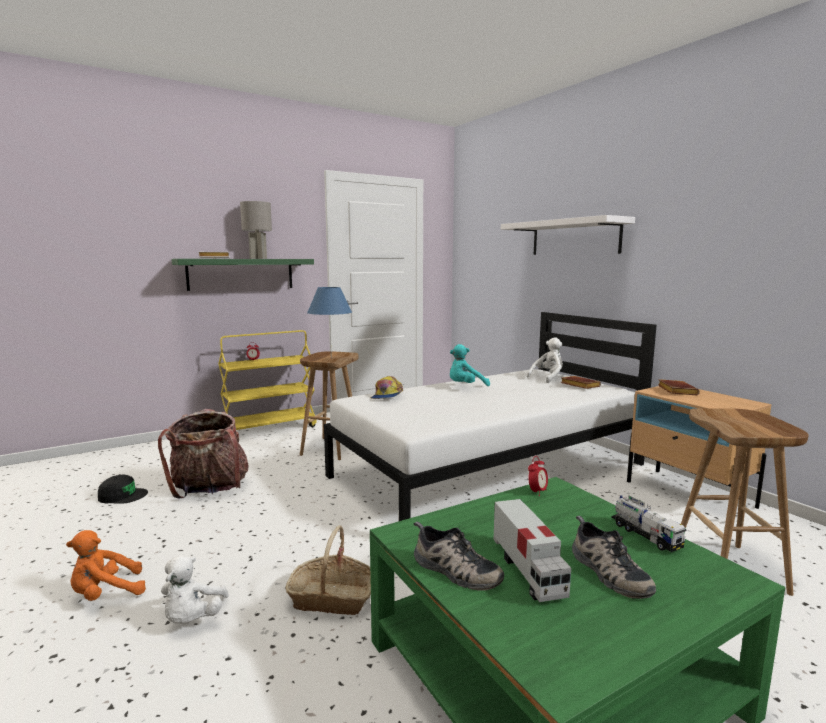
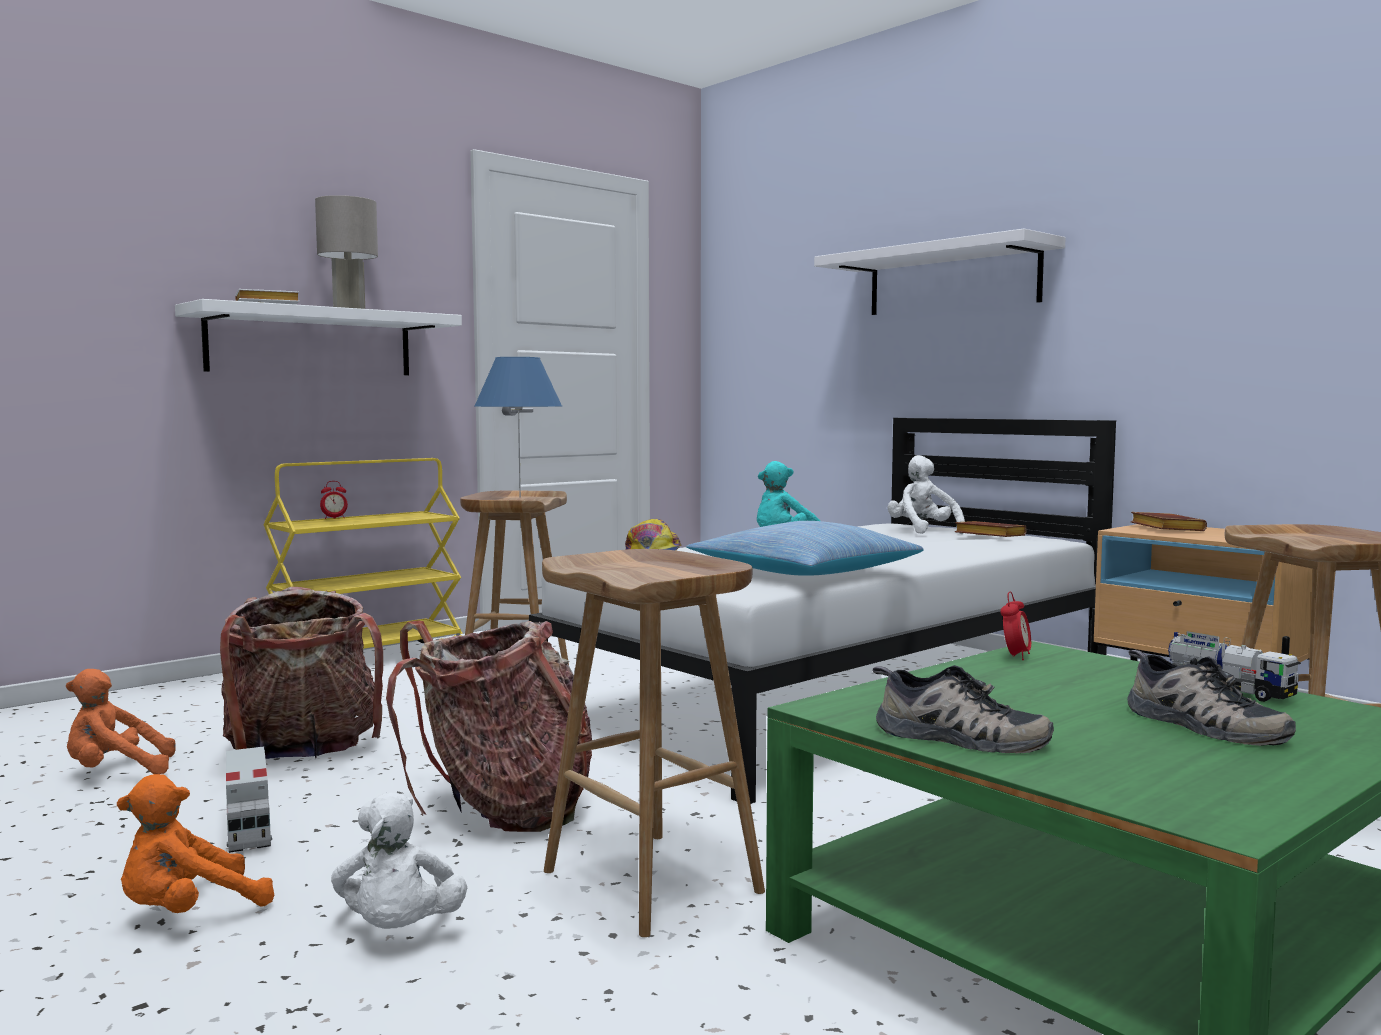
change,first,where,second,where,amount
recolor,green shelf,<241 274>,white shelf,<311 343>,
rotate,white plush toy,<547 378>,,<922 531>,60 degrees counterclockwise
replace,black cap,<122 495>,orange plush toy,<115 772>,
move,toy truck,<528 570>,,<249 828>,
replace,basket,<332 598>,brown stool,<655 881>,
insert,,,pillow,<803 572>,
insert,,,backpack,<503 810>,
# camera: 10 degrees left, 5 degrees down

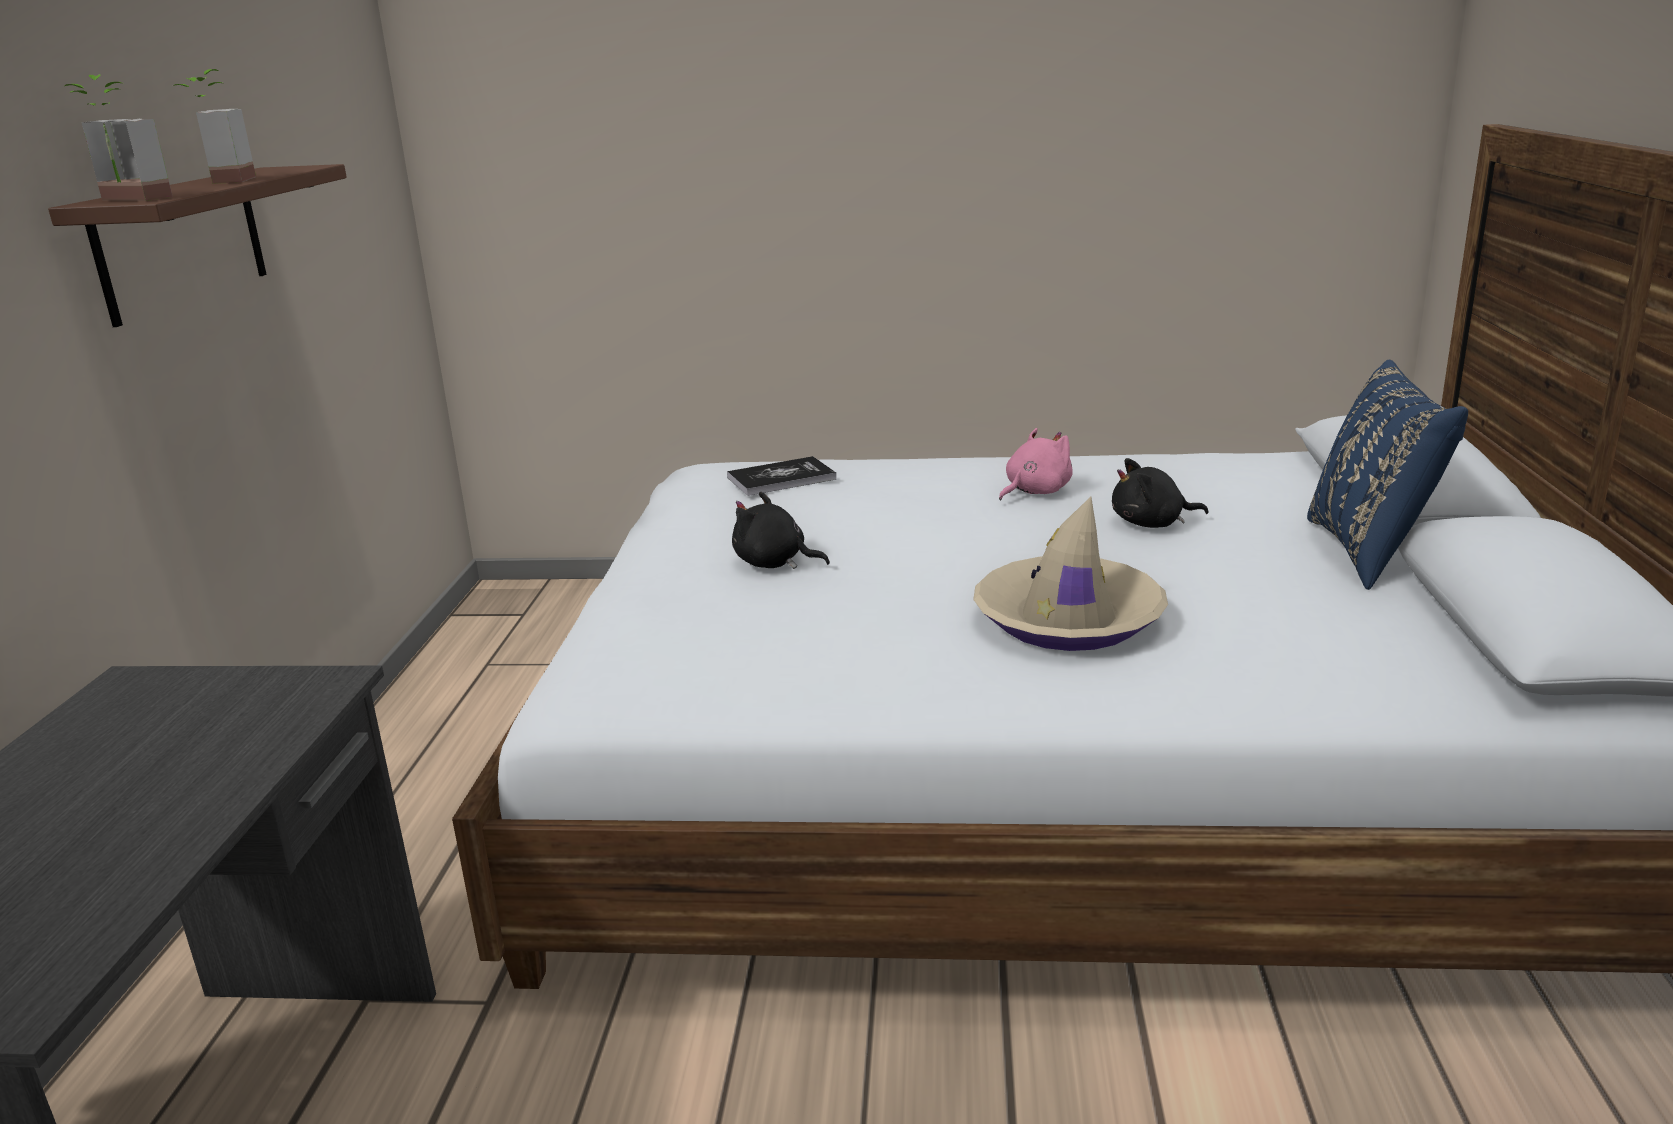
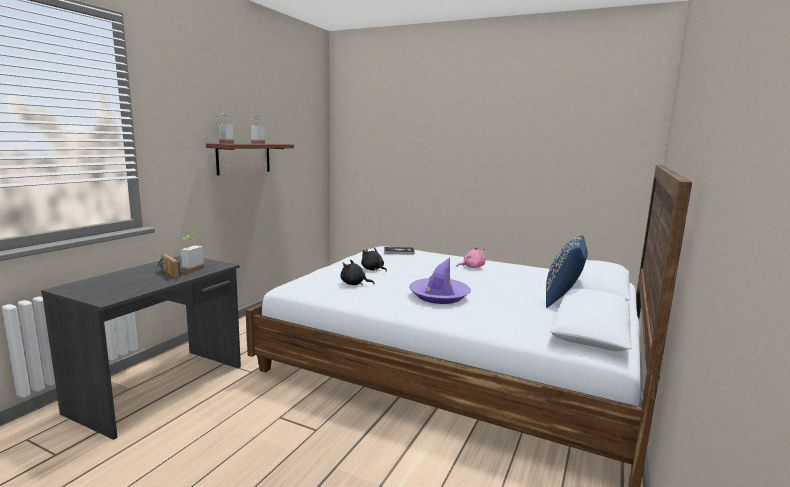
change,first,where,second,where,amount
move,black plush toy,<1152 524>,,<354 284>,
recolor,beige hat,<1068 620>,purple hat,<439 296>,
insert,,,potted plant,<190 269>,
insert,,,radio,<166 274>,
# camera: 20 degrees right, 10 degrees down

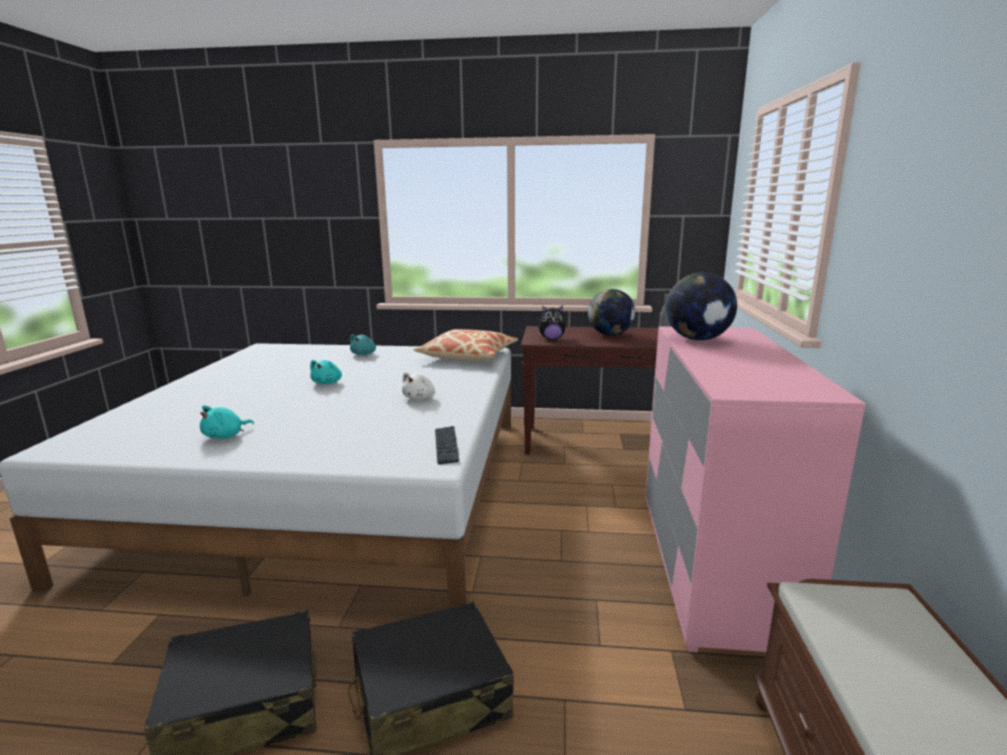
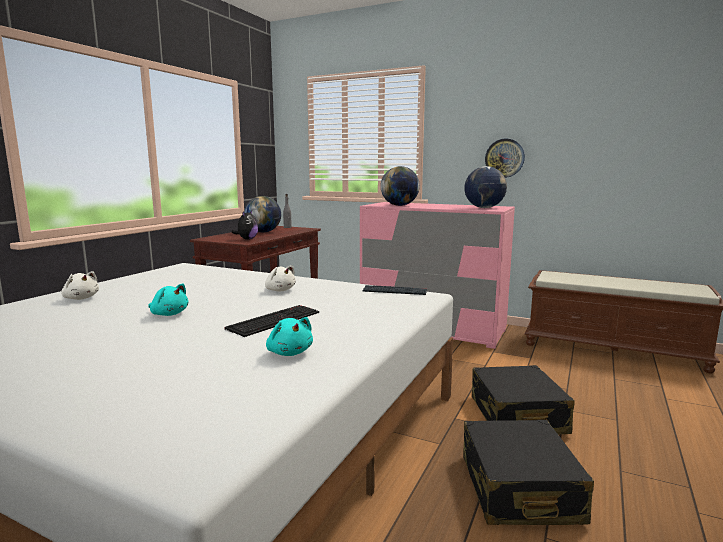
change,first,where,second,where,amount
delete,pillow,<468 356>,,,
recolor,turquoise plush toy,<364 354>,white plush toy,<81 298>,
insert,,,wall clock,<504 158>,
insert,,,globe,<484 208>,
insert,,,keyboard,<274 320>,
# camera: 70 degrees left, 5 degrees down

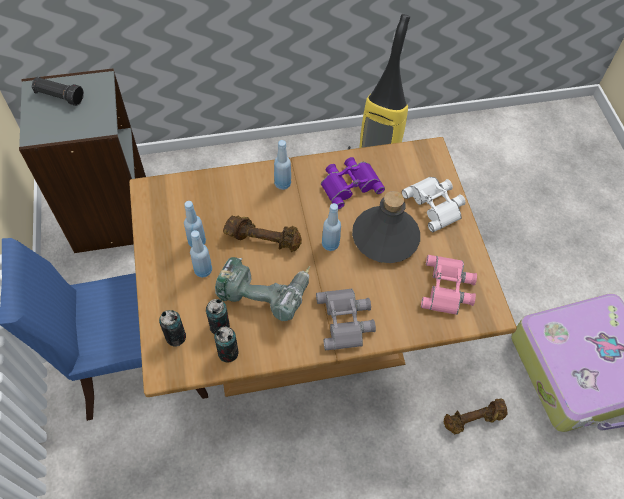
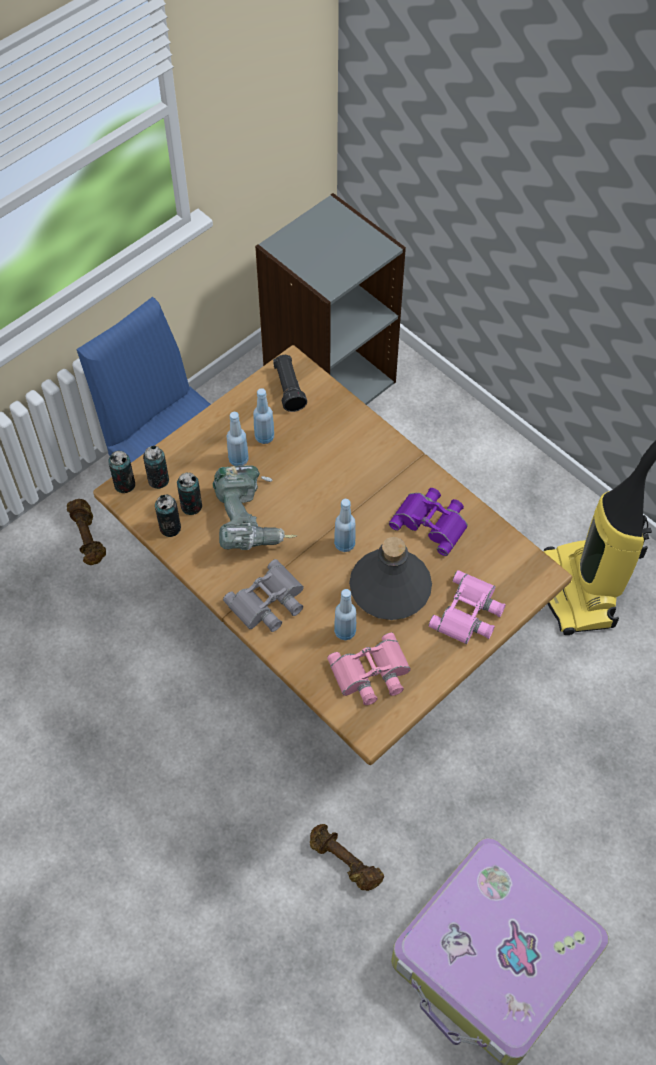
change,first,where,second,where,amount
move,black flashlight,<59 97>,,<289 389>,
move,blue bottle,<282 184>,,<345 632>,
recolor,white binoculars,<436 204>,pink binoculars,<469 613>,
move,brown dumbbell,<263 239>,,<88 537>,
insert,,,can,<124 484>,
# camera: 60 degrees right, 0 degrees up

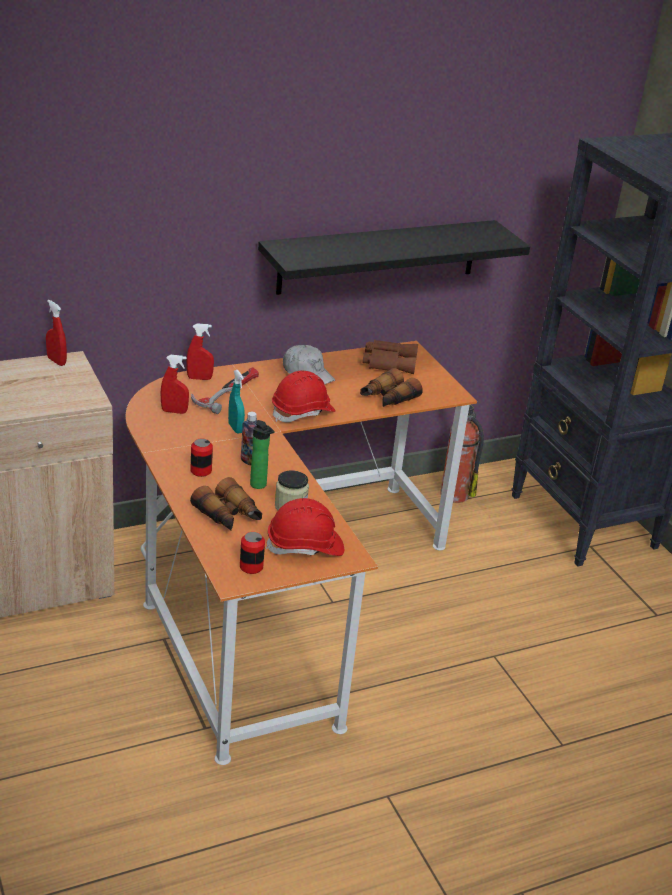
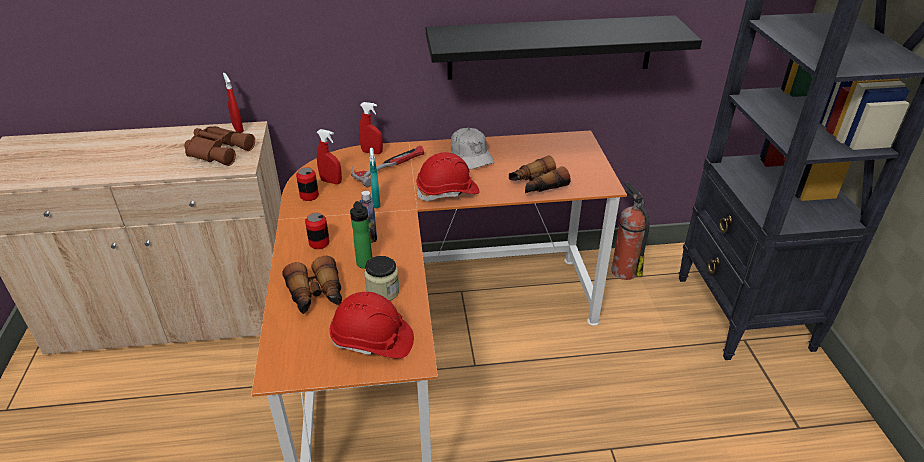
change,first,where,second,where,amount
move,brown binoculars,<388 362>,,<220 150>,
move,can,<251 567>,,<309 196>,
# camera: 20 degrees right, 5 degrees up

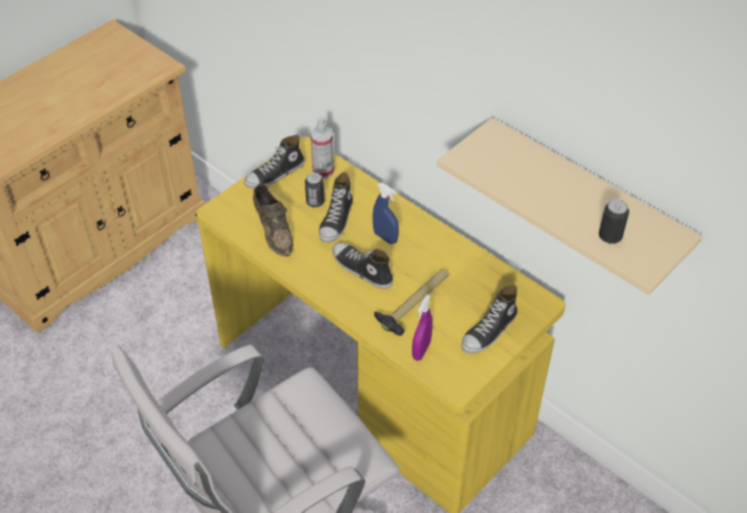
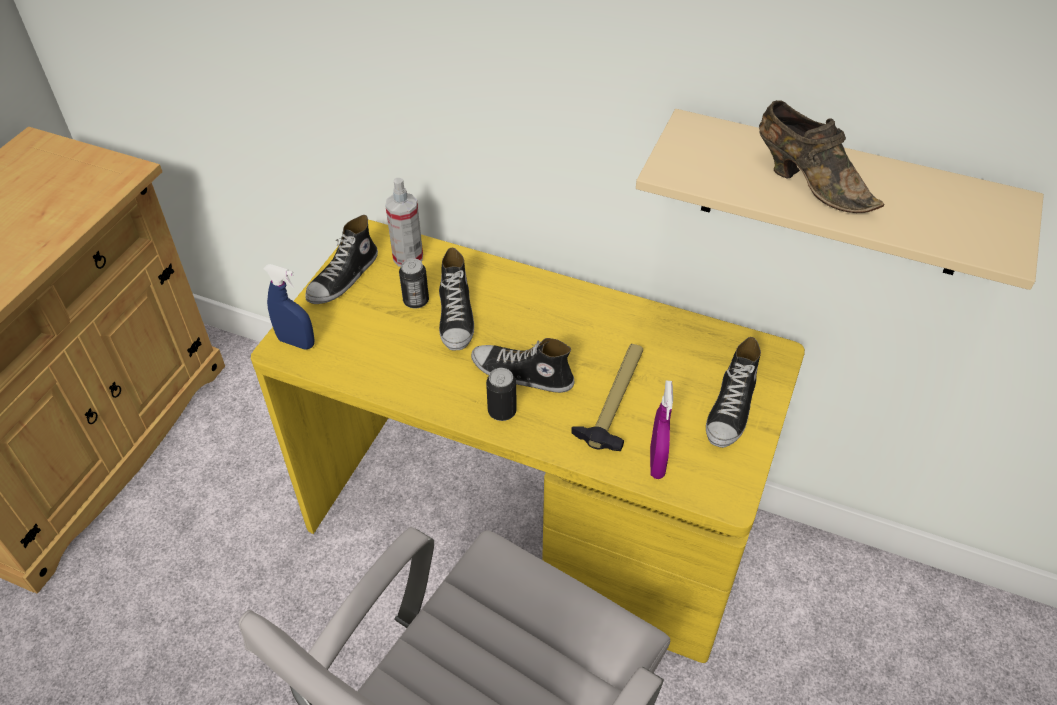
change,first,where,second,where,amount
move,blue spray bottle,<385 237>,,<296 342>,
move,brown shoe,<274 231>,,<809 182>,
move,can,<610 236>,,<502 411>,
# camera: 20 degrees left, 0 degrees up

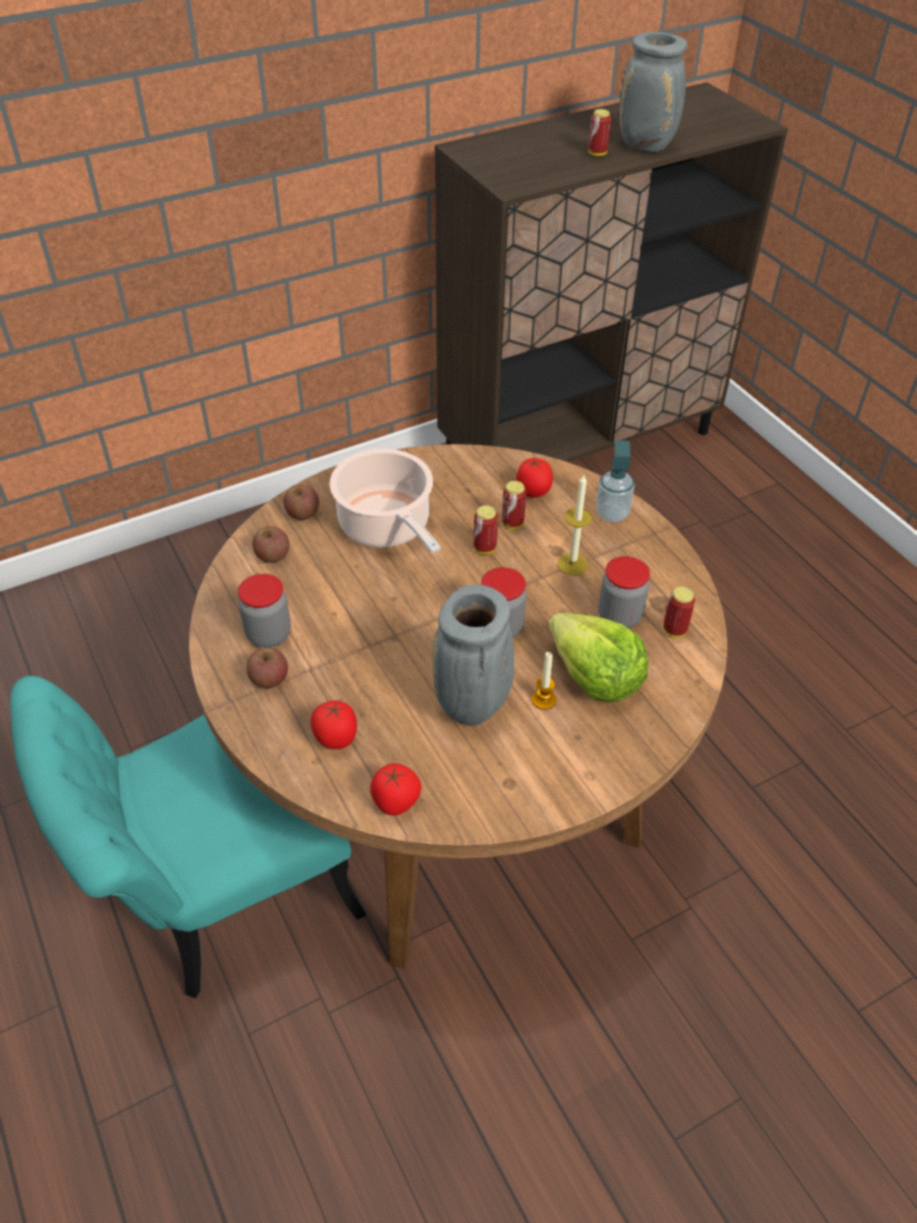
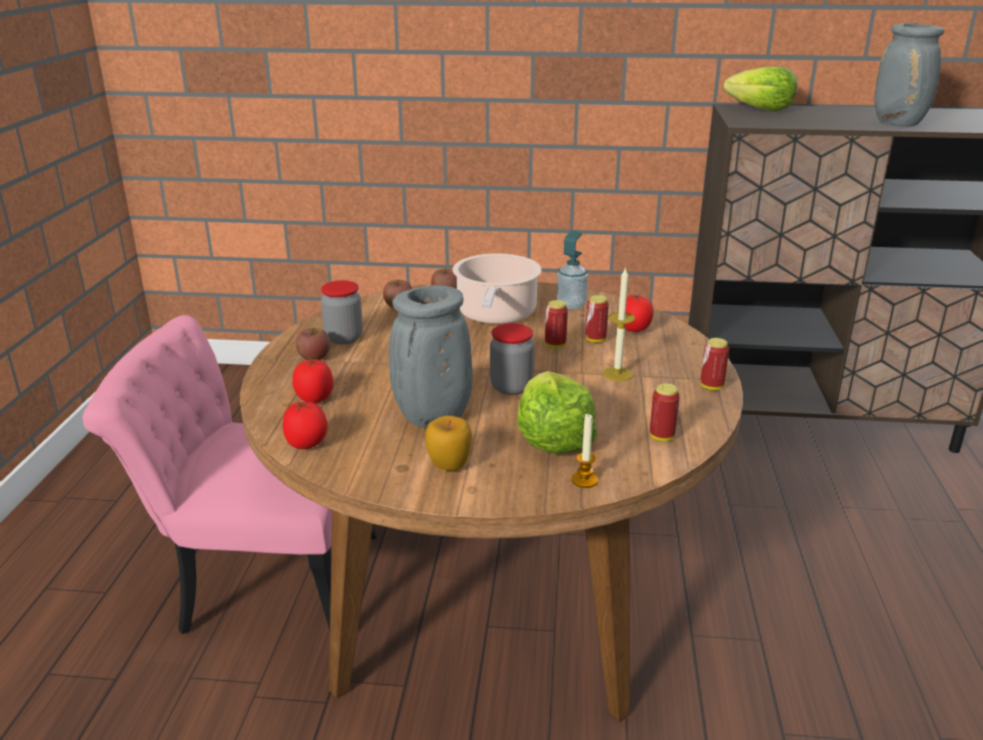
change,first,where,second,where,amount
move,can,<597 154>,,<711 387>,
move,soap dispenser,<612 514>,,<571 305>,
delete,jar,<619 616>,,,
move,candle,<543 700>,,<584 480>,
recolor,turquoise chair,<218 896>,pink chair,<260 582>,
insert,,,lettuce,<761 109>,
insert,,,apple,<449 466>,
# camera: 35 degrees right, 20 degrees down

